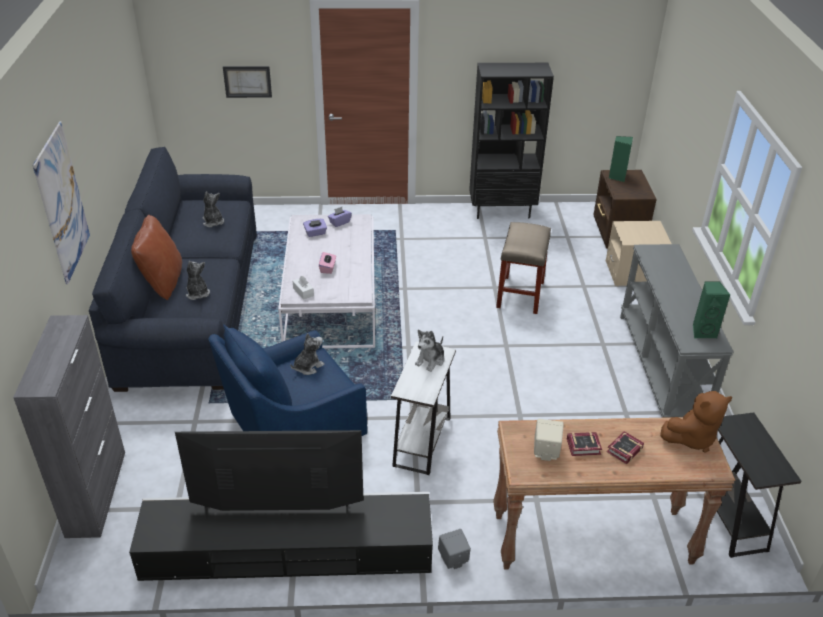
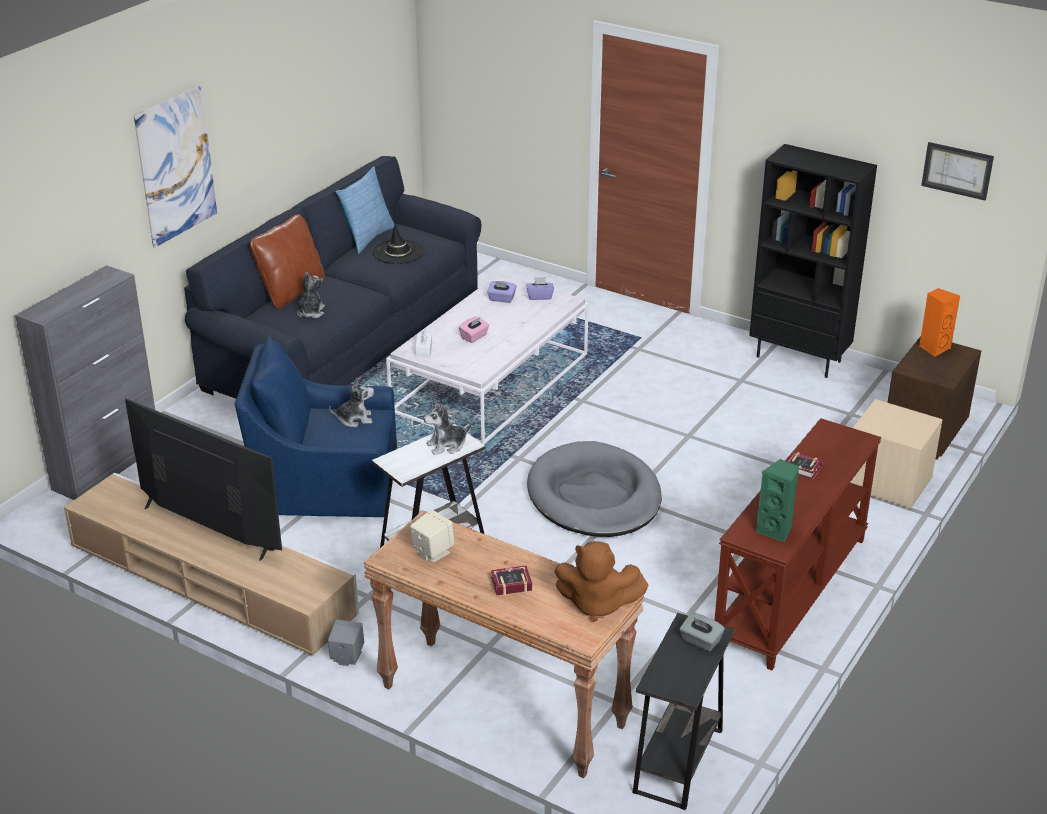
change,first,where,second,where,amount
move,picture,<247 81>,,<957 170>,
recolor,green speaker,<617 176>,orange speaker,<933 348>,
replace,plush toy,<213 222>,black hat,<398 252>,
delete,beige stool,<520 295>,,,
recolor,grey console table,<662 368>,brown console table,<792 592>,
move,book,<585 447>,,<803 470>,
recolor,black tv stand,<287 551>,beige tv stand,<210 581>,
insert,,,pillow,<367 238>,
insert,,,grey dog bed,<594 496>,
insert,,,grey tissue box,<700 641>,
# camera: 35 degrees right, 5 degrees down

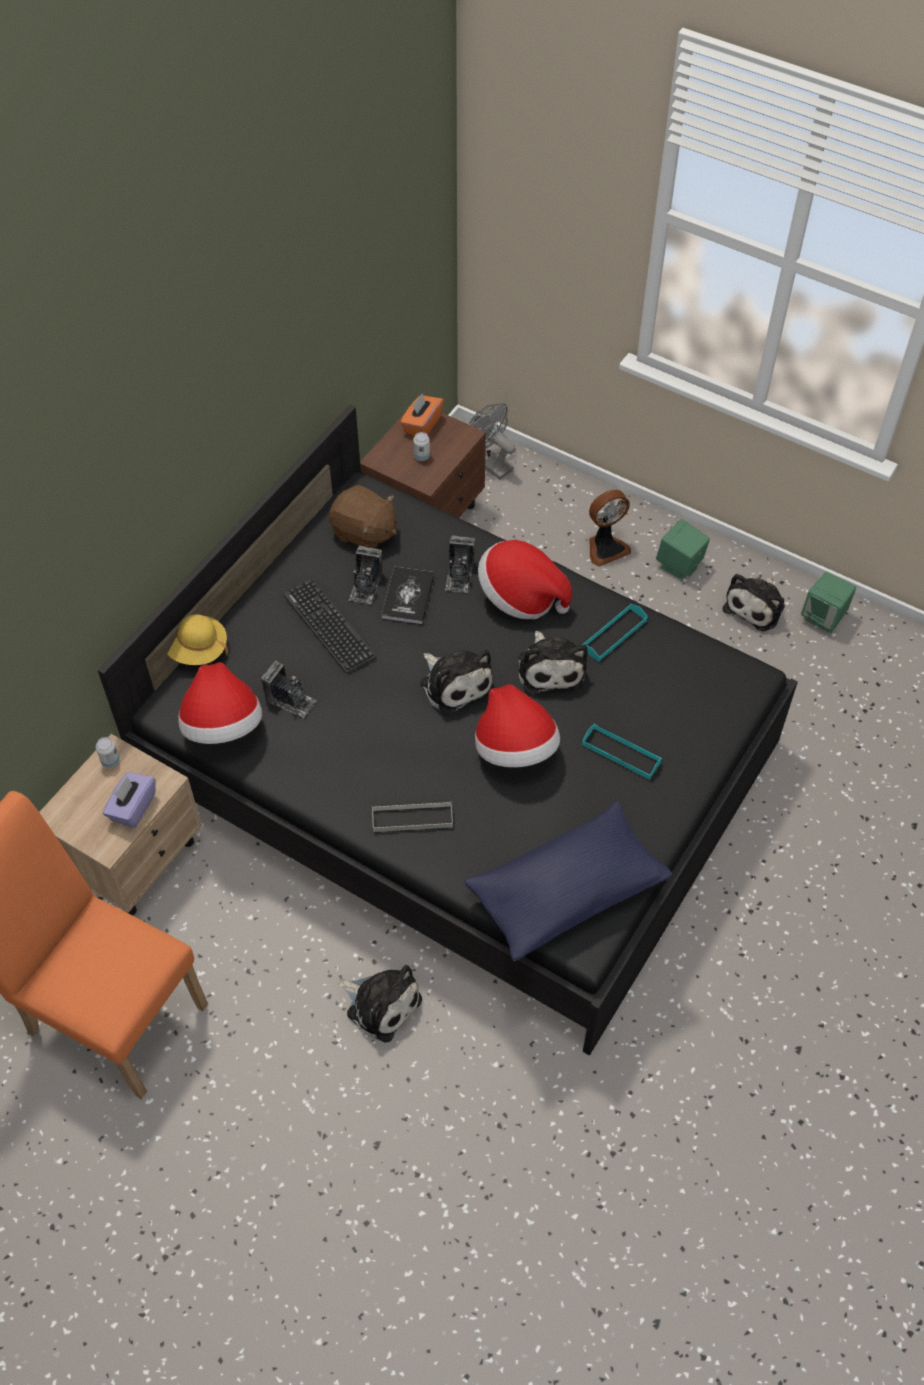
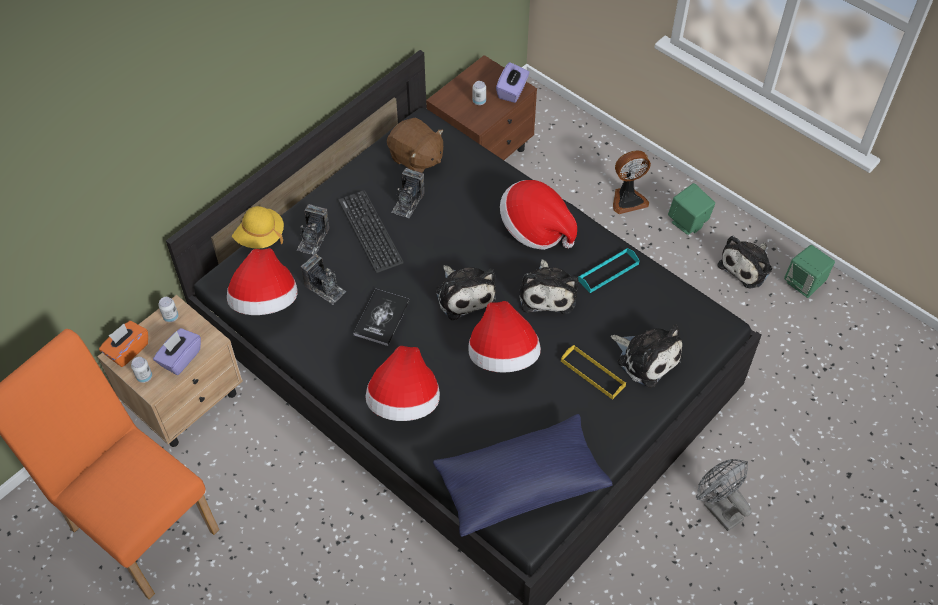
change,first,where,second,where,amount
move,orange tissue box,<422 425>,,<127 350>,
move,grey fan,<490 464>,,<718 508>,
move,photo camera,<459 575>,,<313 239>,
move,book,<408 596>,,<382 318>,
recolor,turquoise tray,<621 753>,yellow tray,<592 373>,
replace,grey tray,<412 818>,hat,<404 402>,
move,plush toy,<381 1003>,,<646 358>,
insert,,,purple tissue box,<512 91>,
insert,,,can,<144 377>,
# camera: 10 degrees right, 0 degrees up

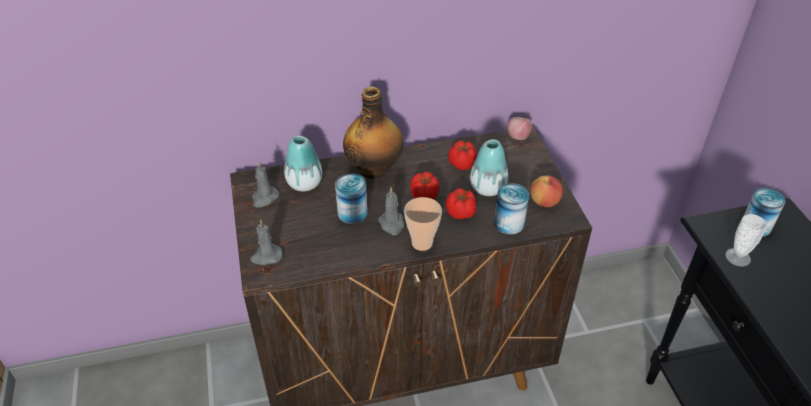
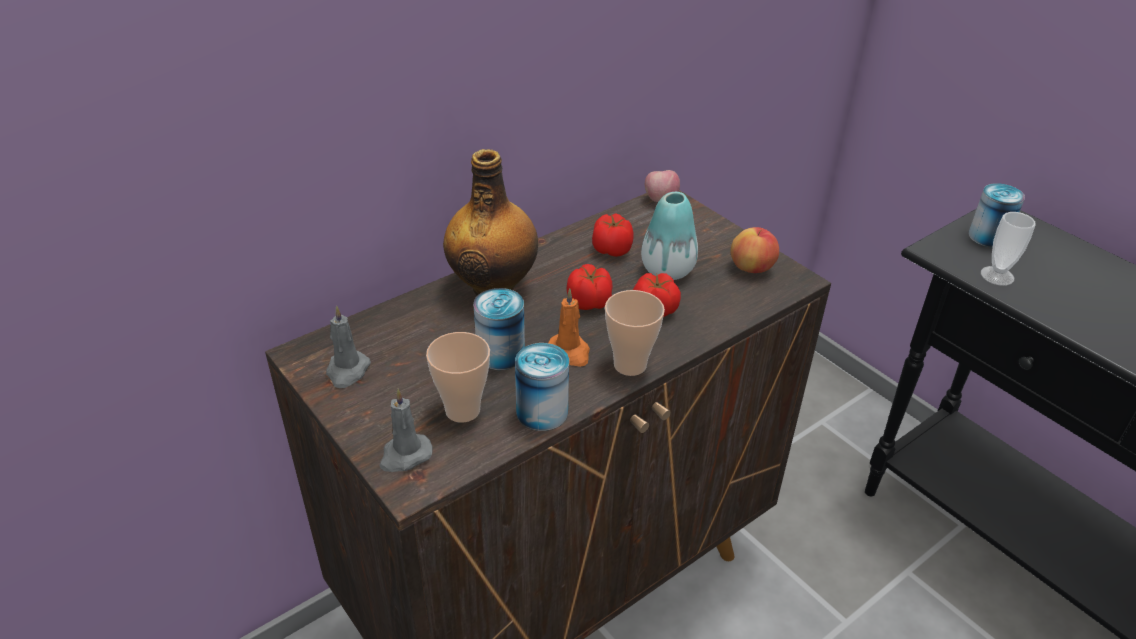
change,first,where,second,where,amount
delete,vase,<304 183>,,,
move,can,<509 223>,,<542 412>,
recolor,grey candle,<392 224>,orange candle,<569 352>,
insert,,,cup,<462 410>,
# camera: 25 degrees left, 5 degrees down

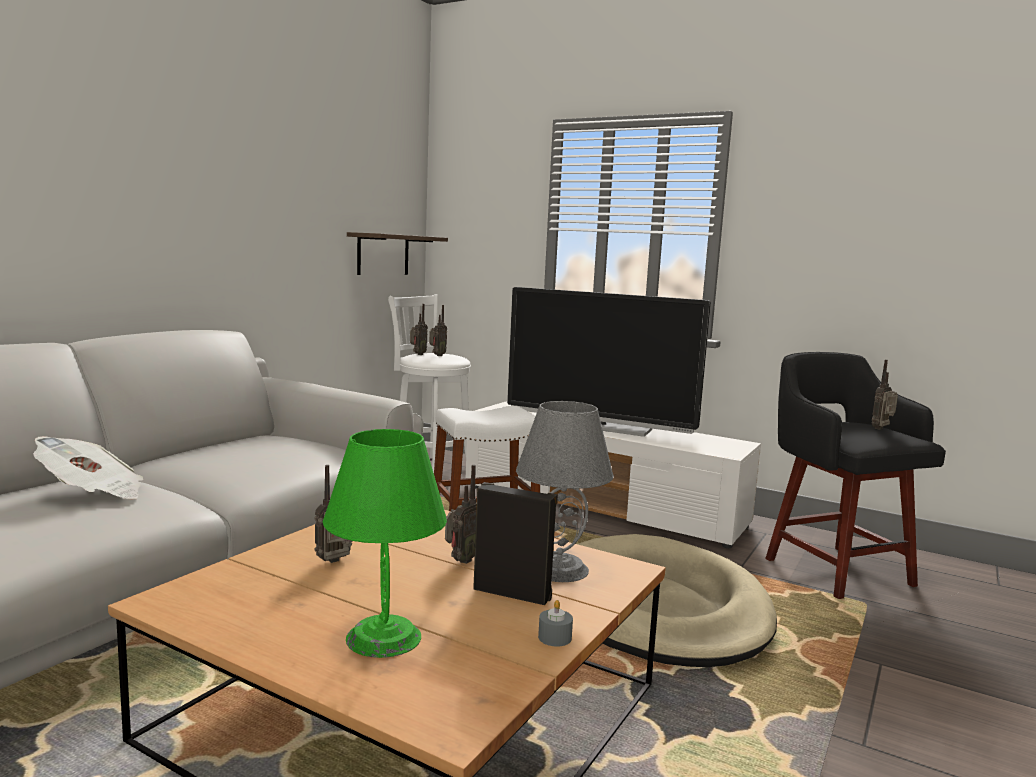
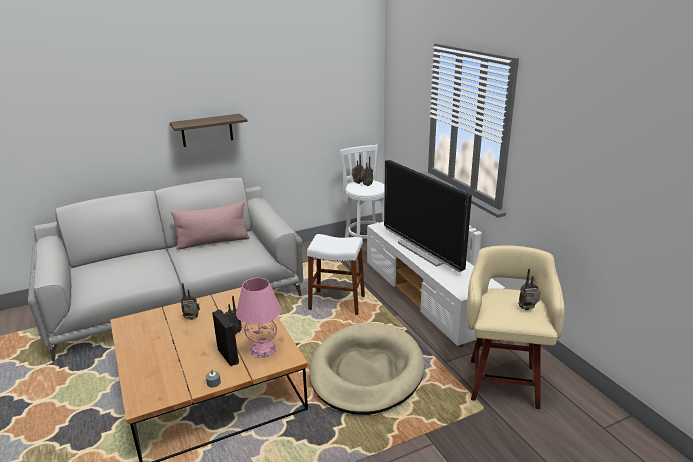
change,first,where,second,where,amount
move,shelf,<383 254>,,<207 130>,
recolor,black stool,<834 570>,beige stool,<503 381>,
recolor,grey table lamp,<558 569>,pink table lamp,<262 349>,
delete,green table lamp,<382 637>,,,
delete,newspaper,<93 493>,,,
insert,,,pink pillow,<213 242>,
# camera: 35 degrees right, 15 degrees up

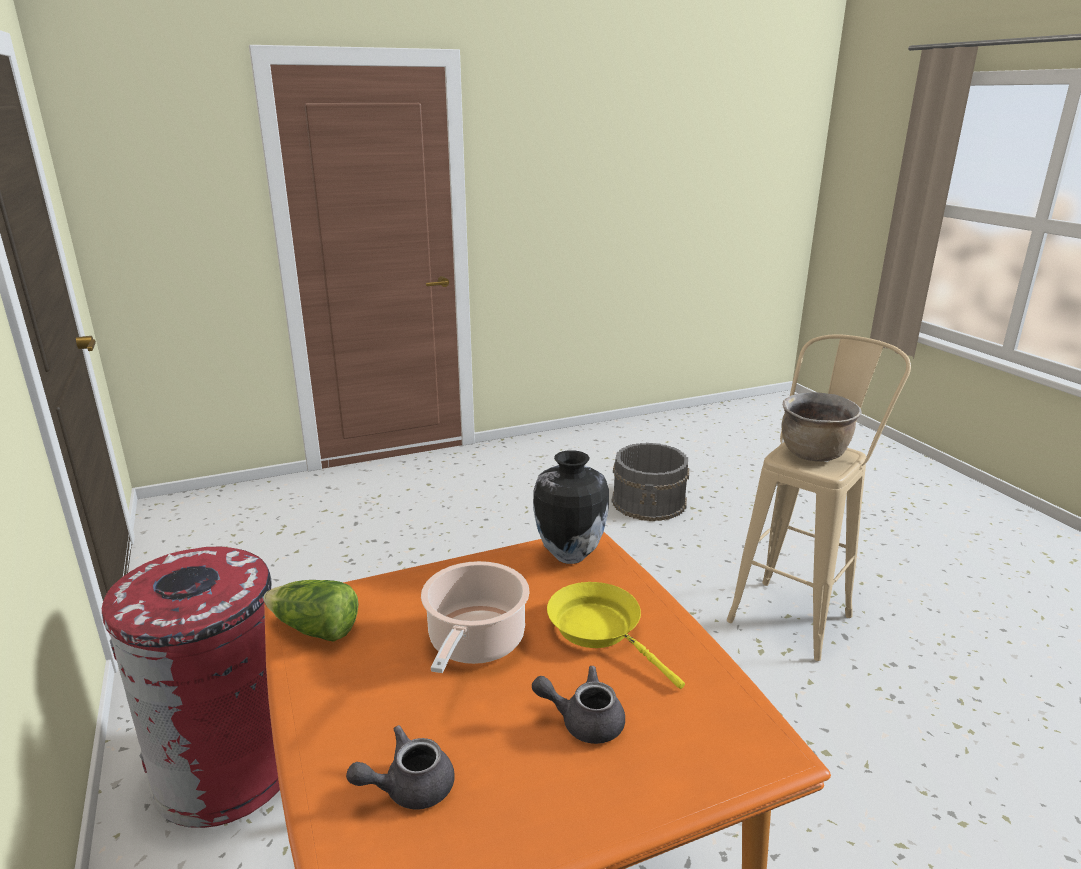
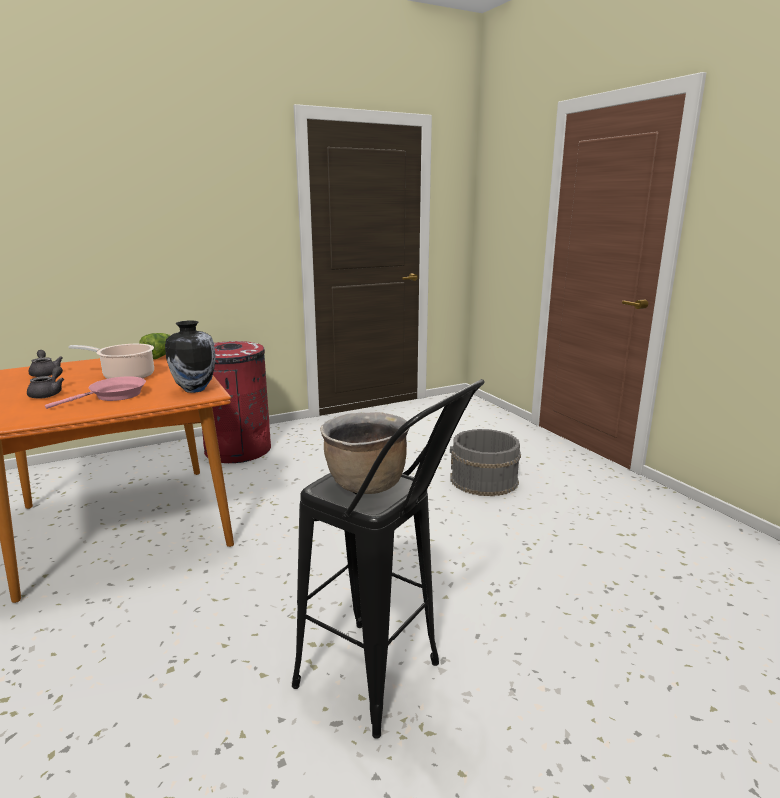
change,first,where,second,where,amount
recolor,beige stool,<797 610>,black stool,<386 685>,
move,grey bucket,<649 501>,,<483 480>,
recolor,yellow frying pan,<600 630>,pink frying pan,<113 396>,
# camera: 85 degrees right, 5 degrees down

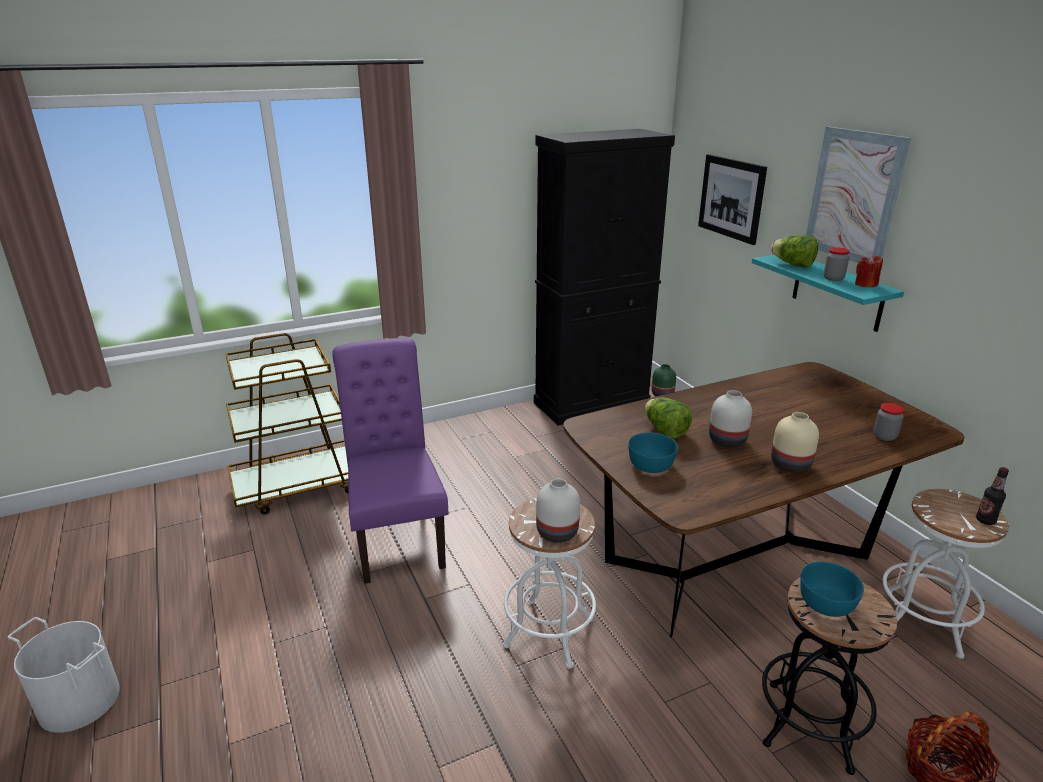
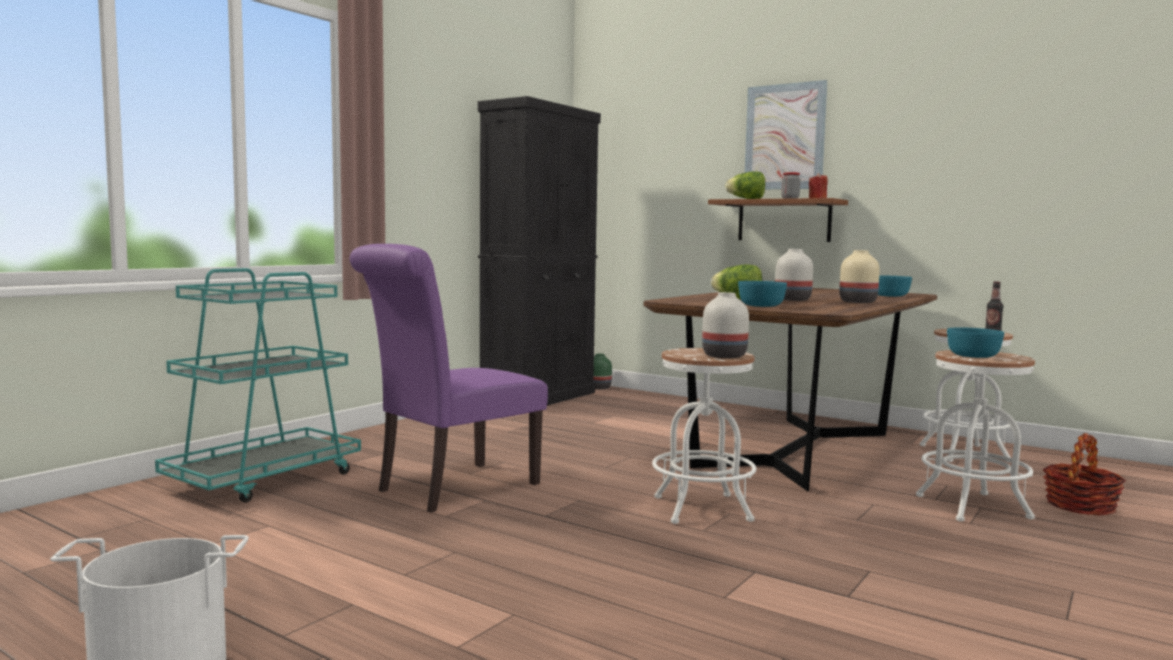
change,first,where,second,where,amount
delete,picture,<731 198>,,,
recolor,turquoise shelf,<837 292>,brown shelf,<784 220>,
recolor,brown cart,<299 486>,turquoise cart,<265 479>,
rotate,purple chair,<397 536>,,<450 488>,90 degrees counterclockwise
replace,jar,<884 436>,turquoise bowl,<890 295>,
recolor,black stool,<809 726>,white stool,<972 507>,
# camera: 30 degrees left, 20 degrees down

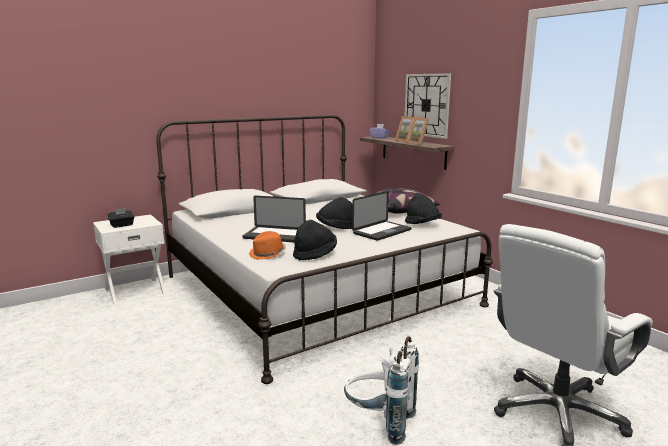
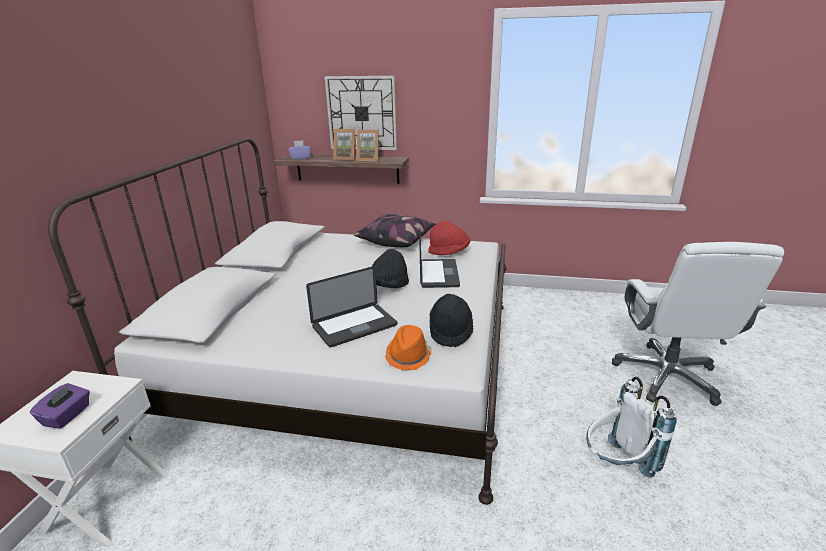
change,first,where,second,where,amount
recolor,black hat,<422 225>,red hat,<449 252>,
recolor,black tissue box,<122 225>,purple tissue box,<67 416>,
# camera: 45 degrees left, 10 degrees up

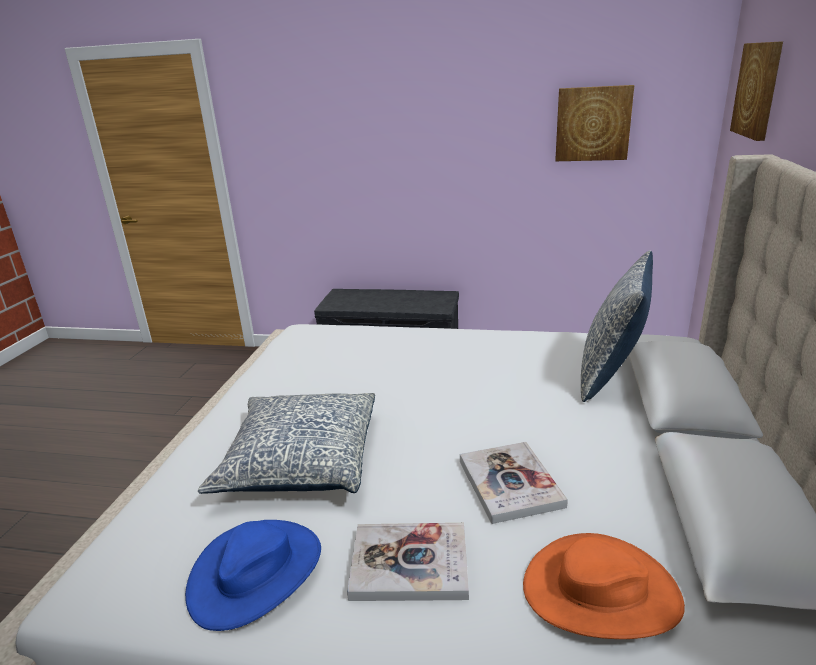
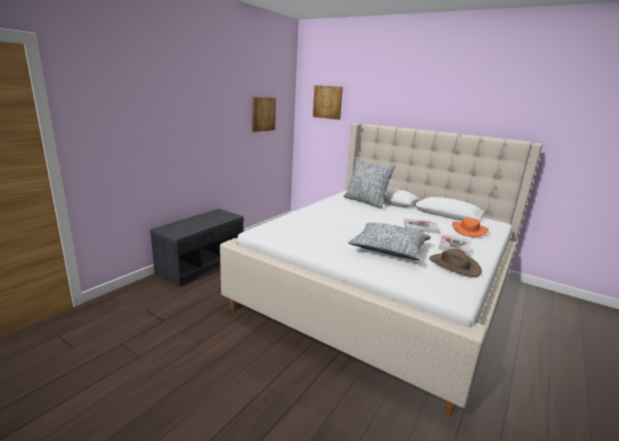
change,first,where,second,where,amount
recolor,blue hat,<256 572>,brown hat,<454 265>,
# camera: 70 degrees left, 5 degrees down

